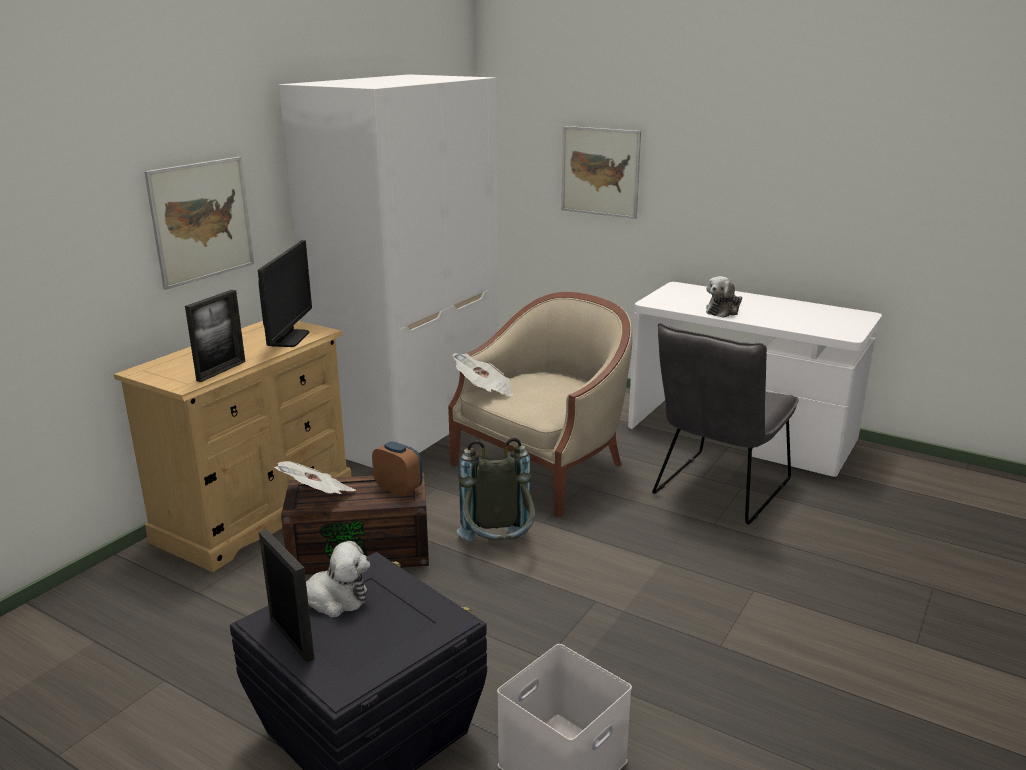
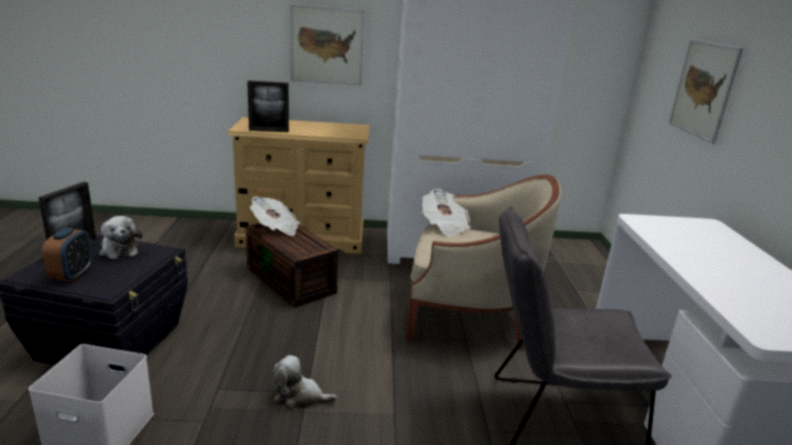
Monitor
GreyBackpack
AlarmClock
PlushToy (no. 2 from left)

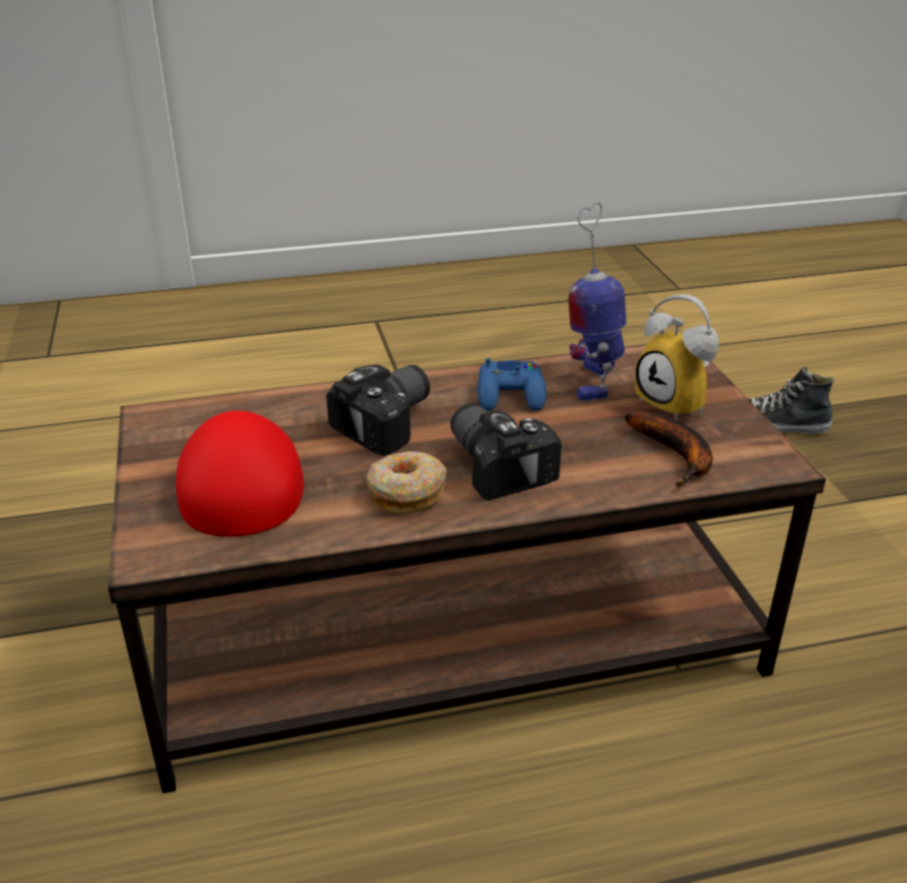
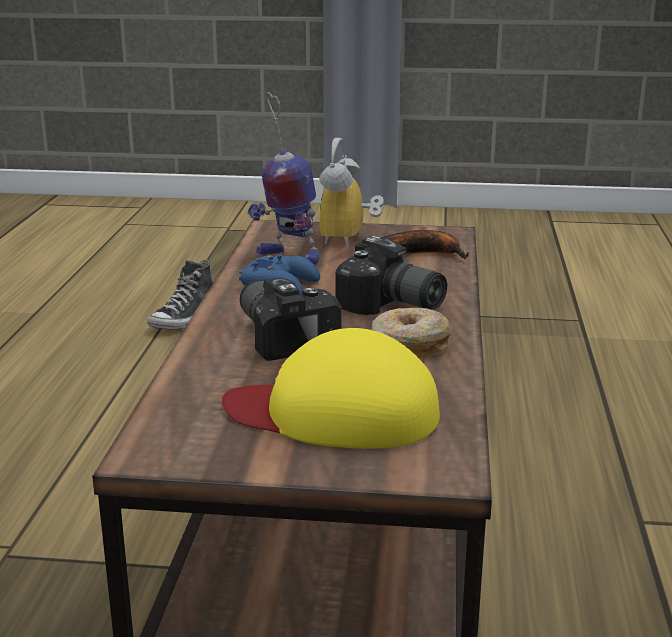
YellowishPeakedCap
PhotoCamera (no. 2 from left)
AlarmClock

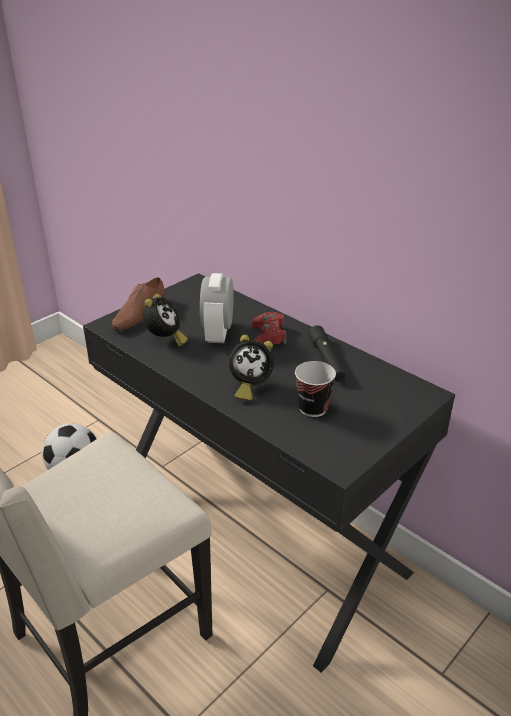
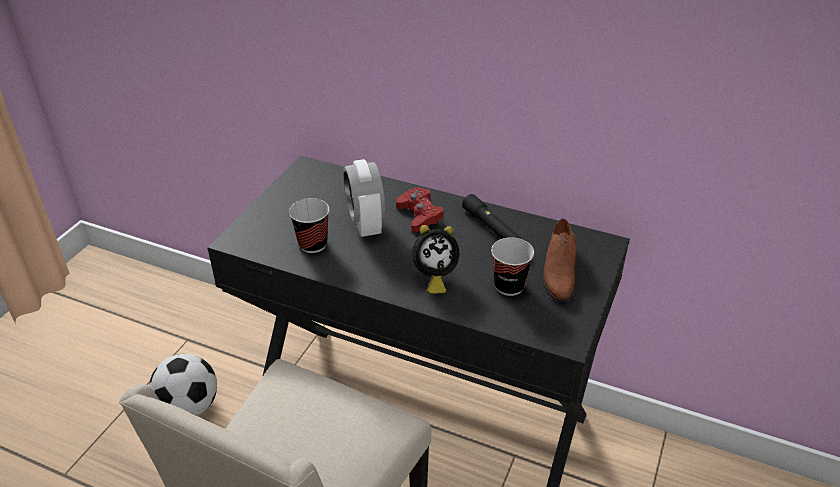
BrownishItemOfFootwear
SmallCup (no. 1 from left)

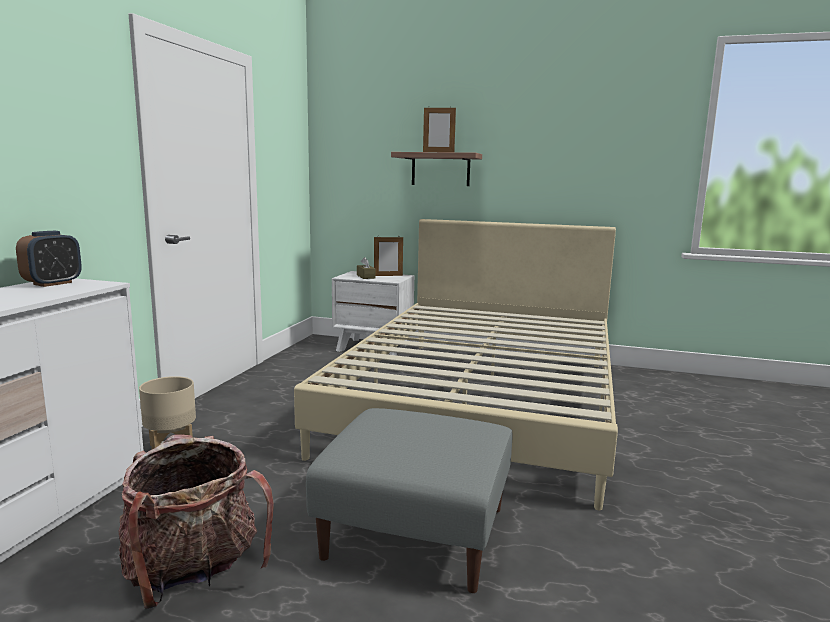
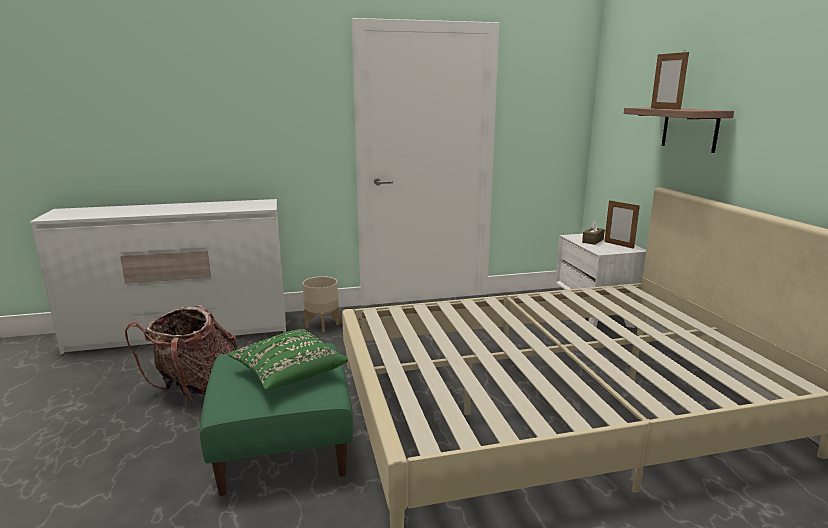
AlarmClock
GreenPillow
GreenOttoman

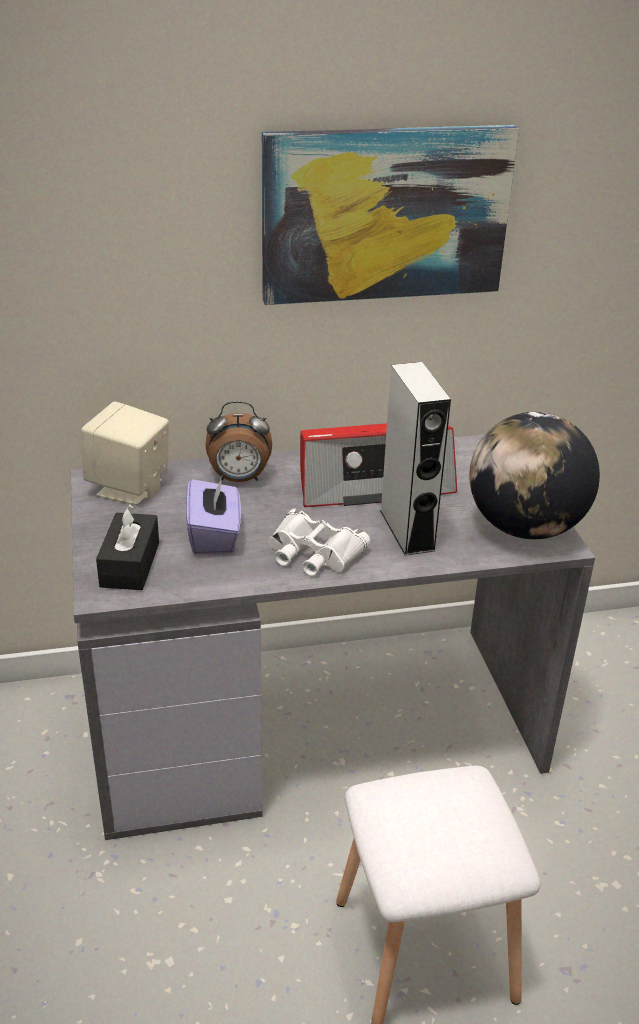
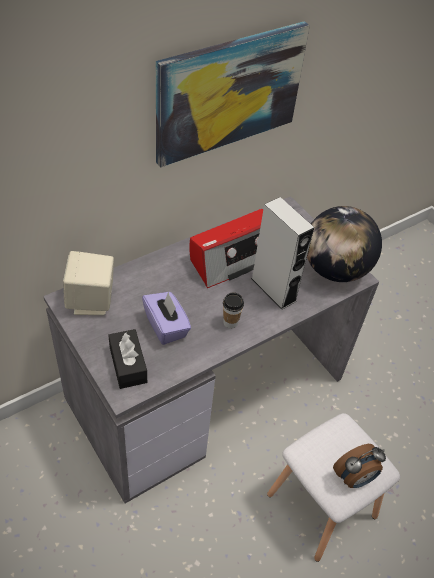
AlarmClock
SmallCup

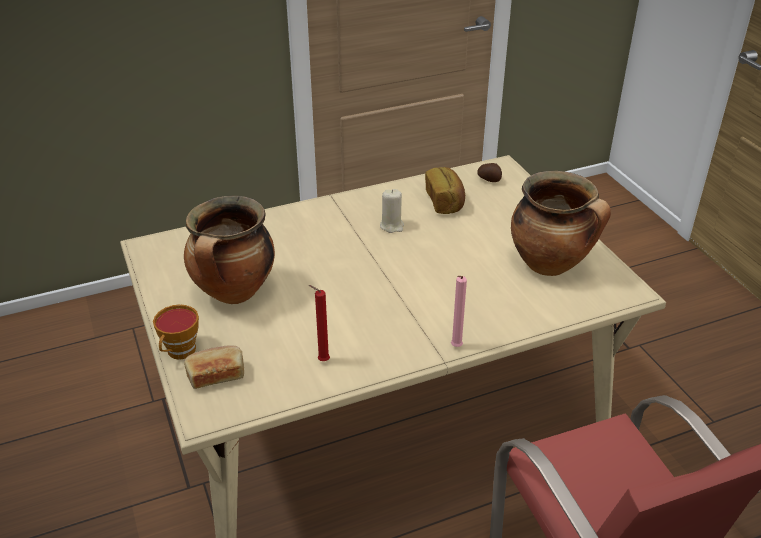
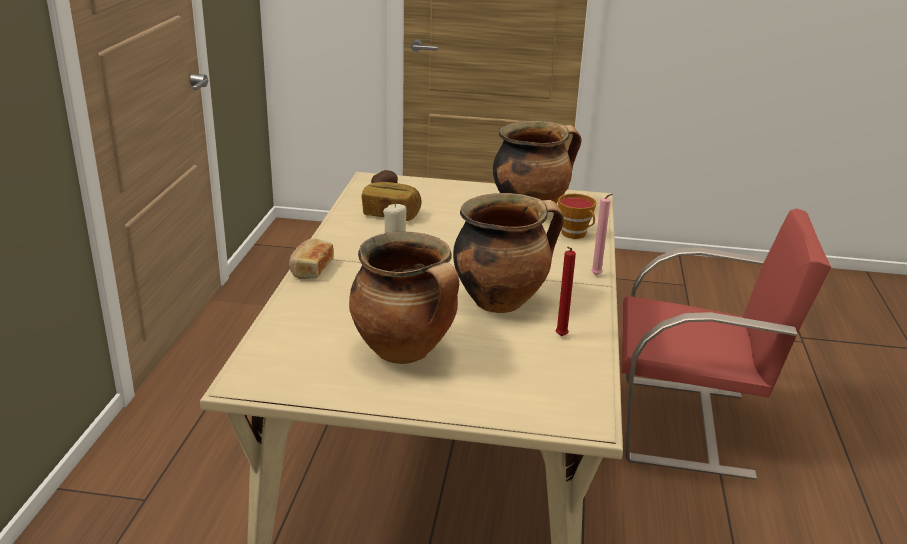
Saucepot (no. 2 from left)
SmallCup
Bread (no. 1 from left)

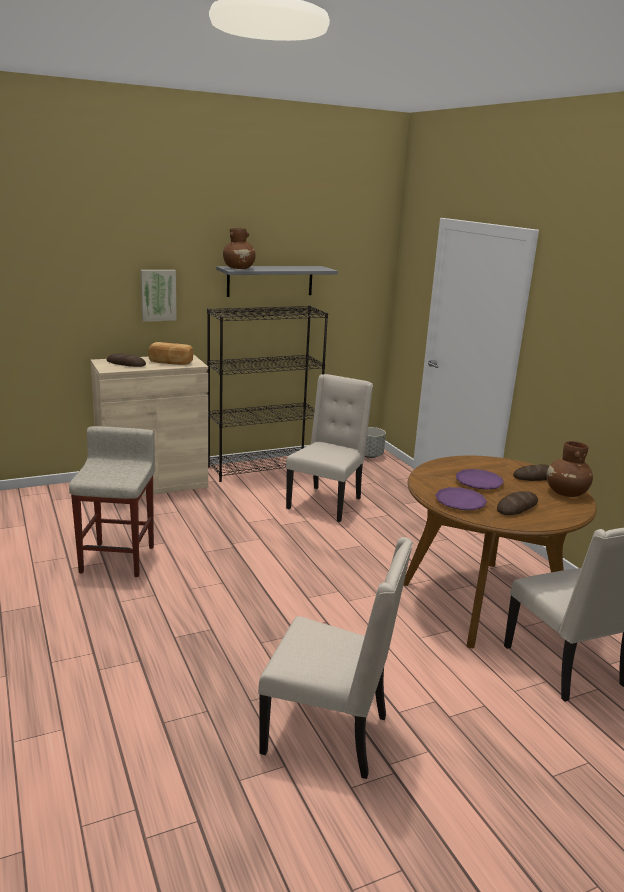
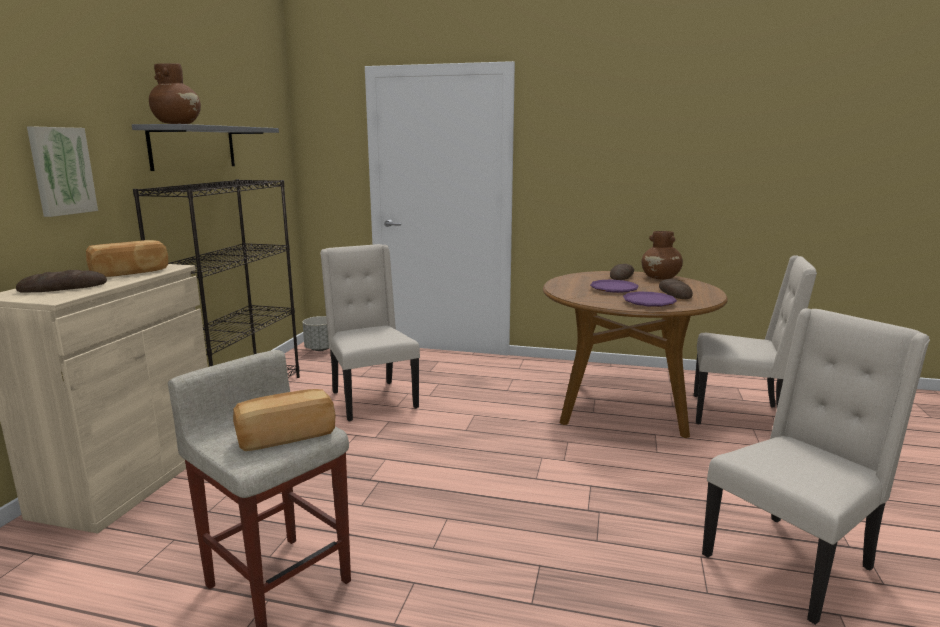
Bread (no. 3 from left)

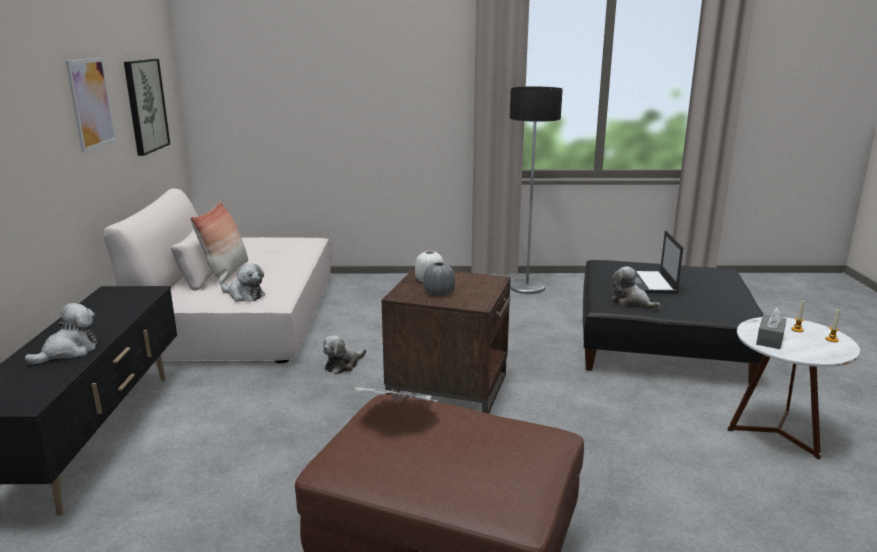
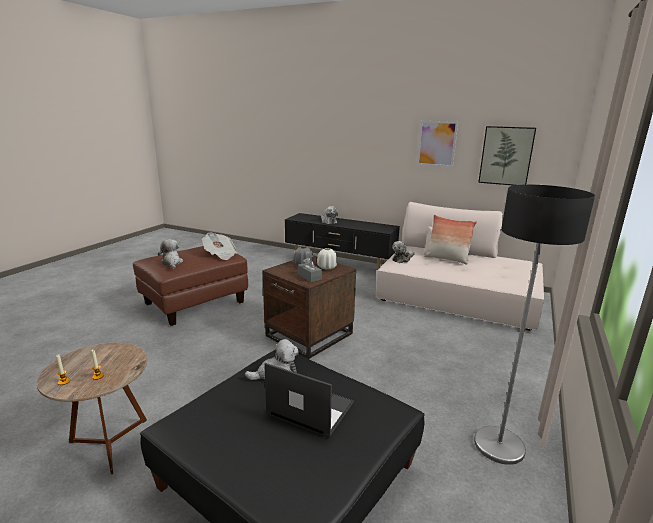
PlushToy (no. 1 from left)
GreyTissueHolder
BrownishSideTable (no. 1 from left)

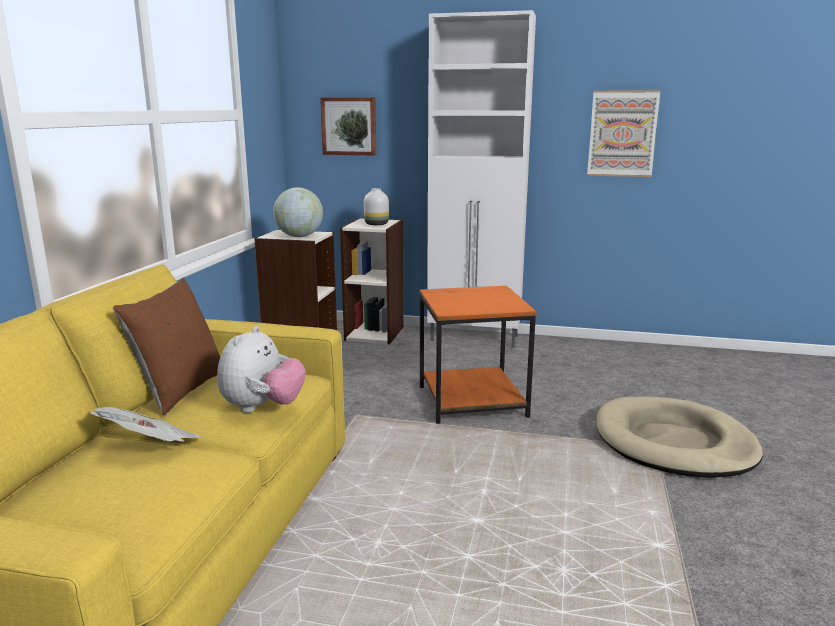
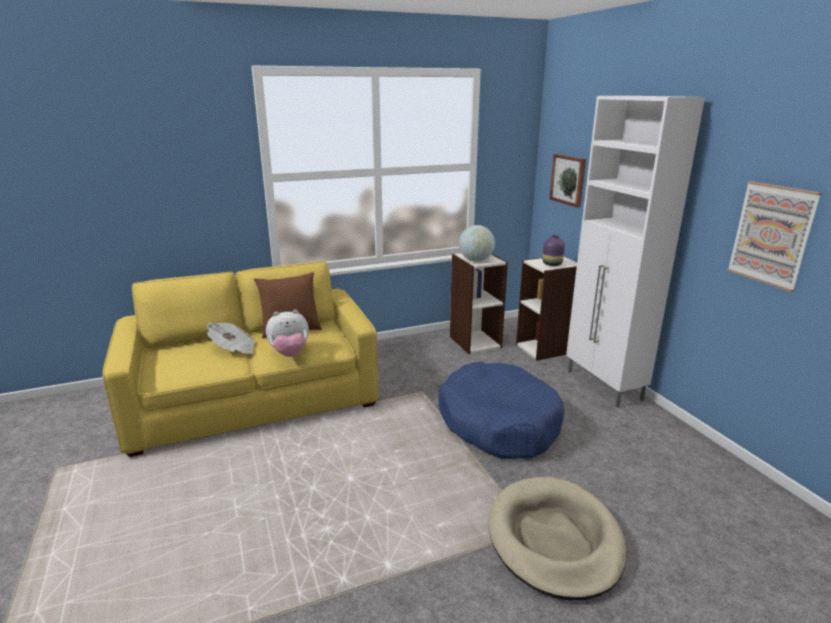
BluePetBed
PurpleFlowerVase

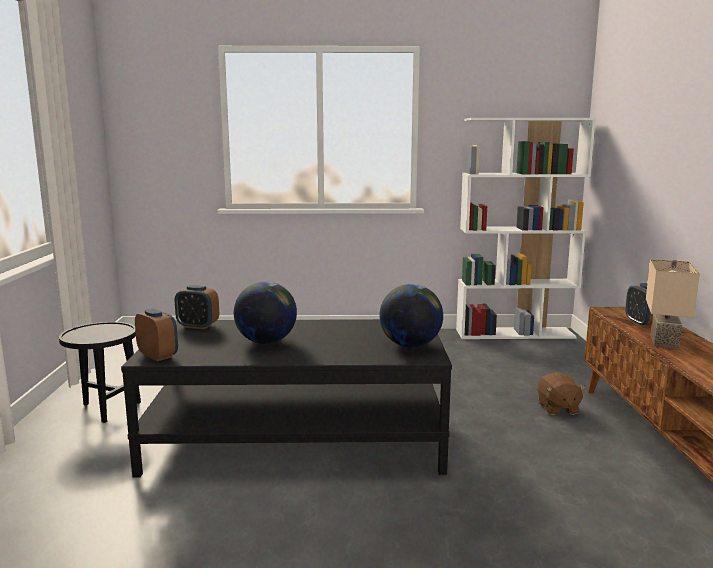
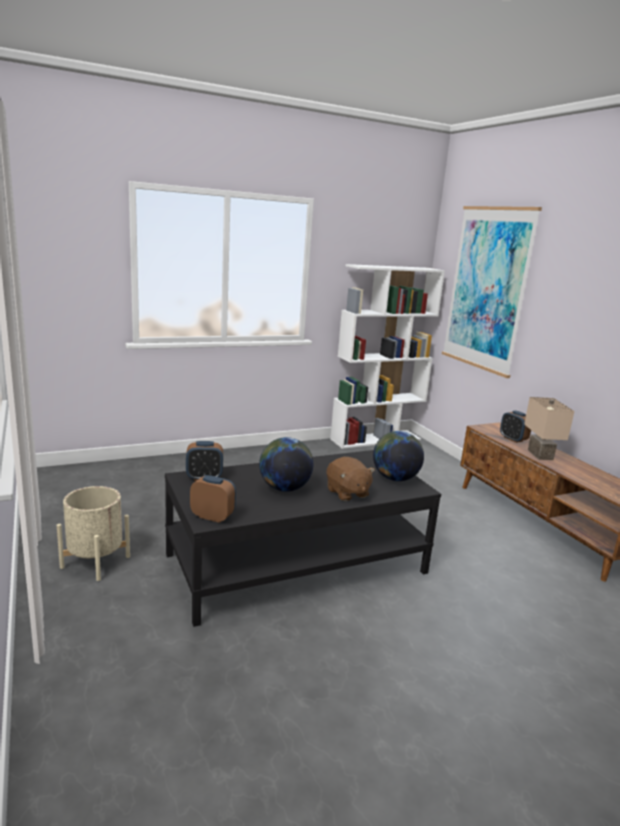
WallPicture
BrownishPlushToy
SandColouredPlantPot

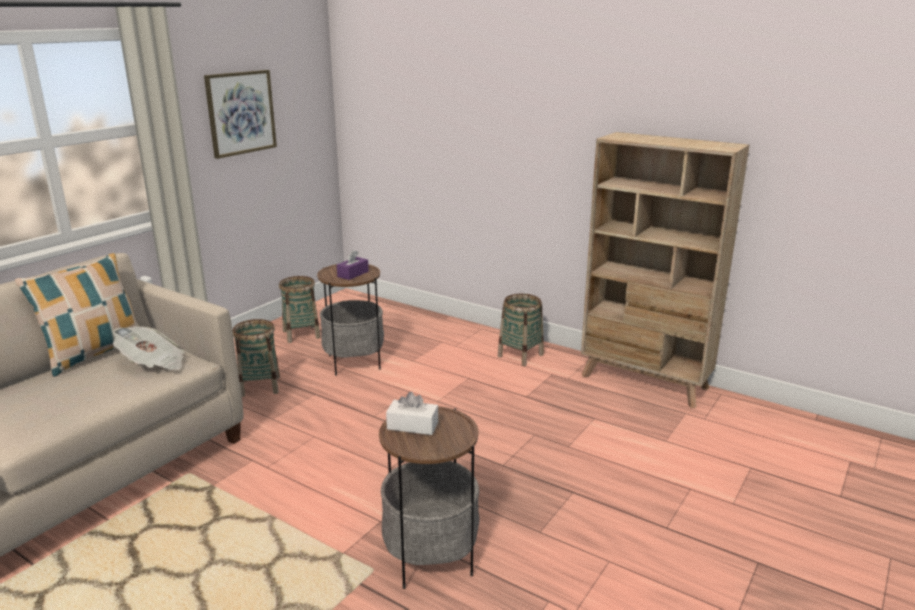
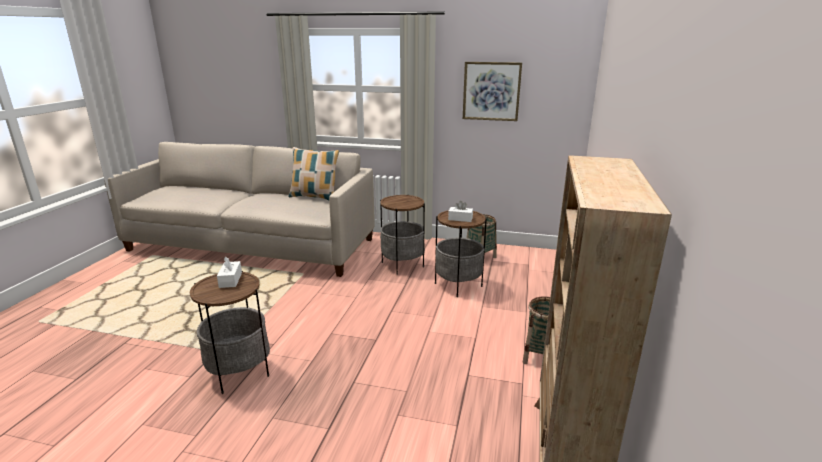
Newspaper
SideTable (no. 2 from left)
WhiteTissueHolder (no. 2 from left)

